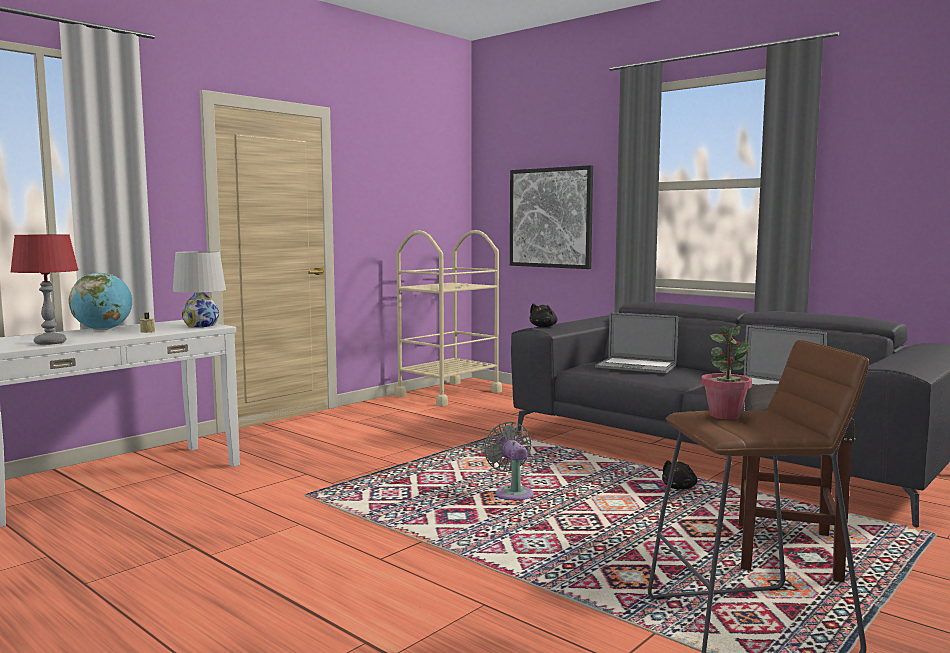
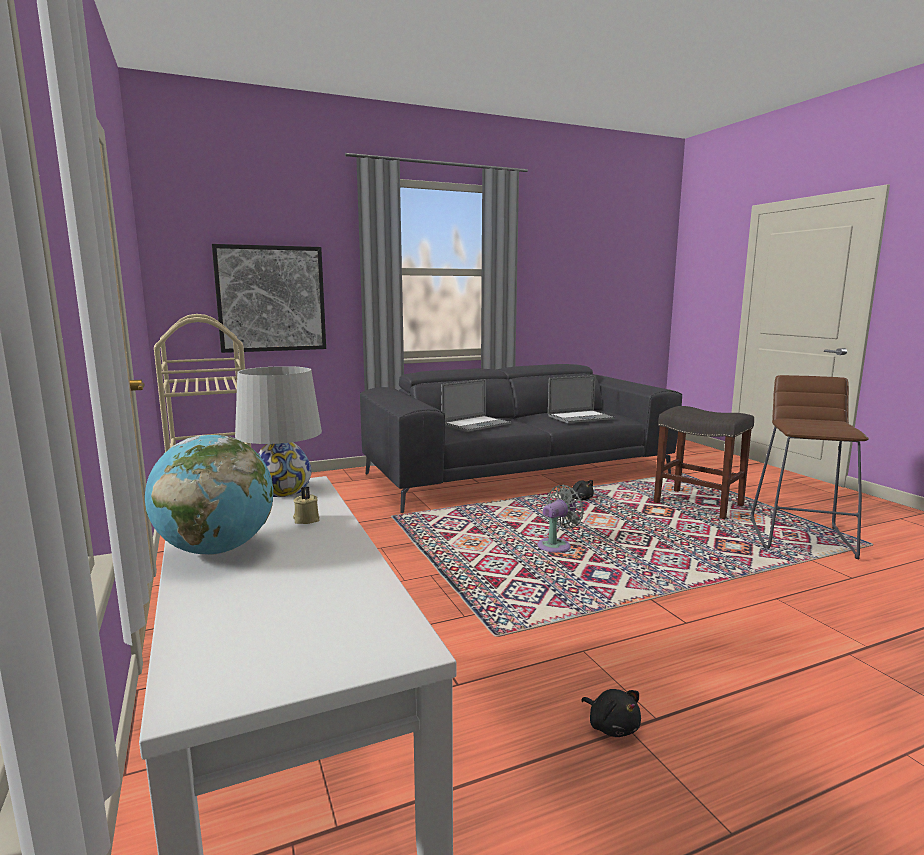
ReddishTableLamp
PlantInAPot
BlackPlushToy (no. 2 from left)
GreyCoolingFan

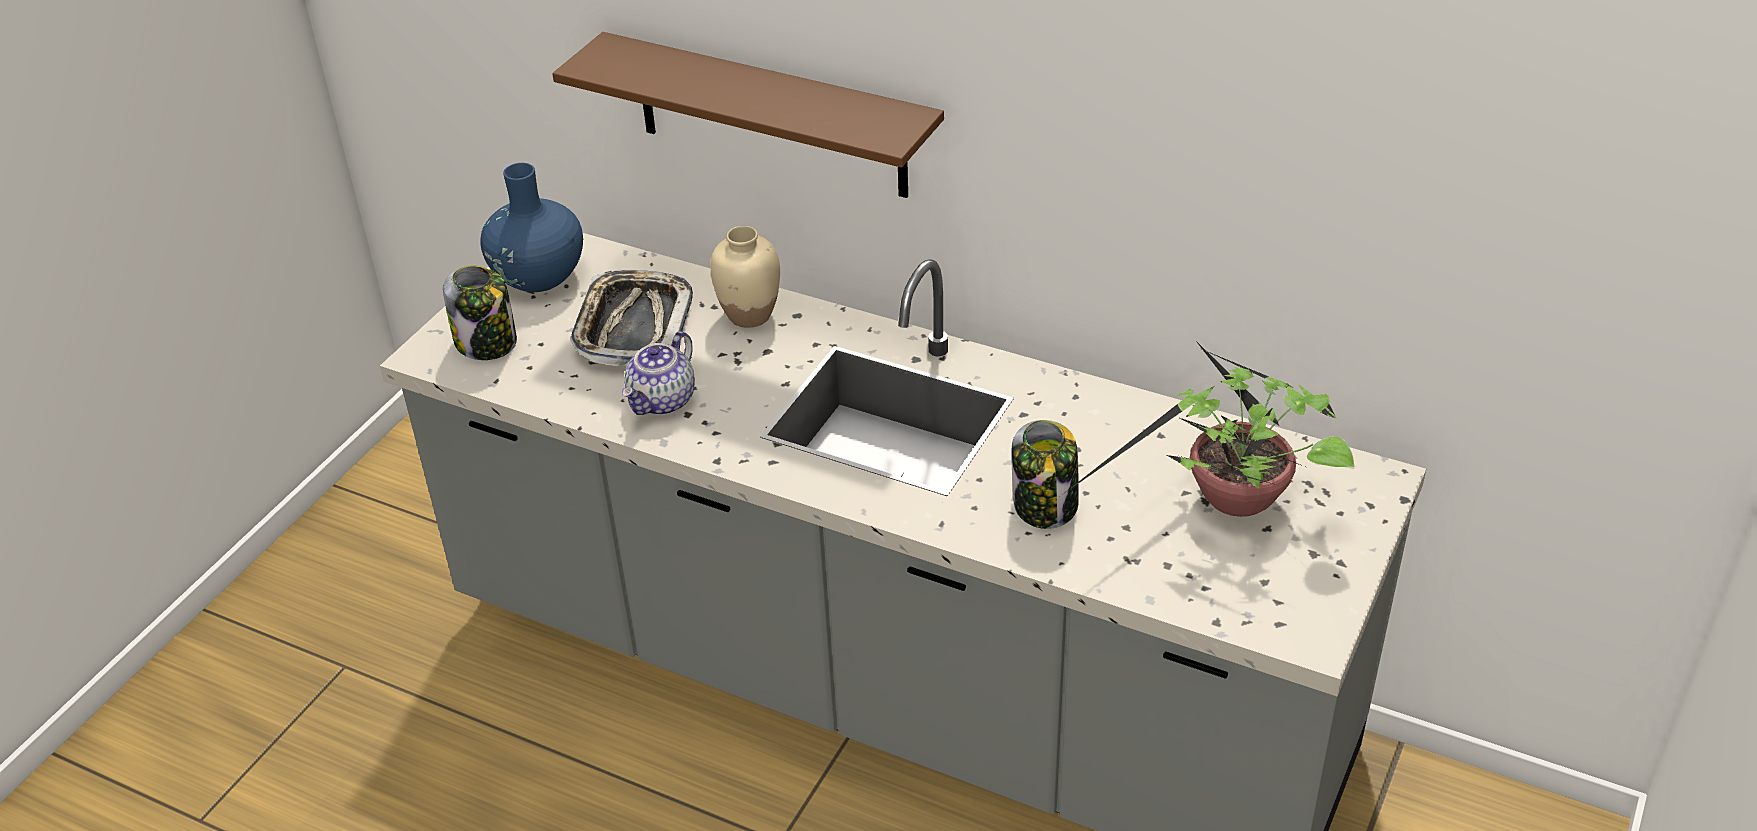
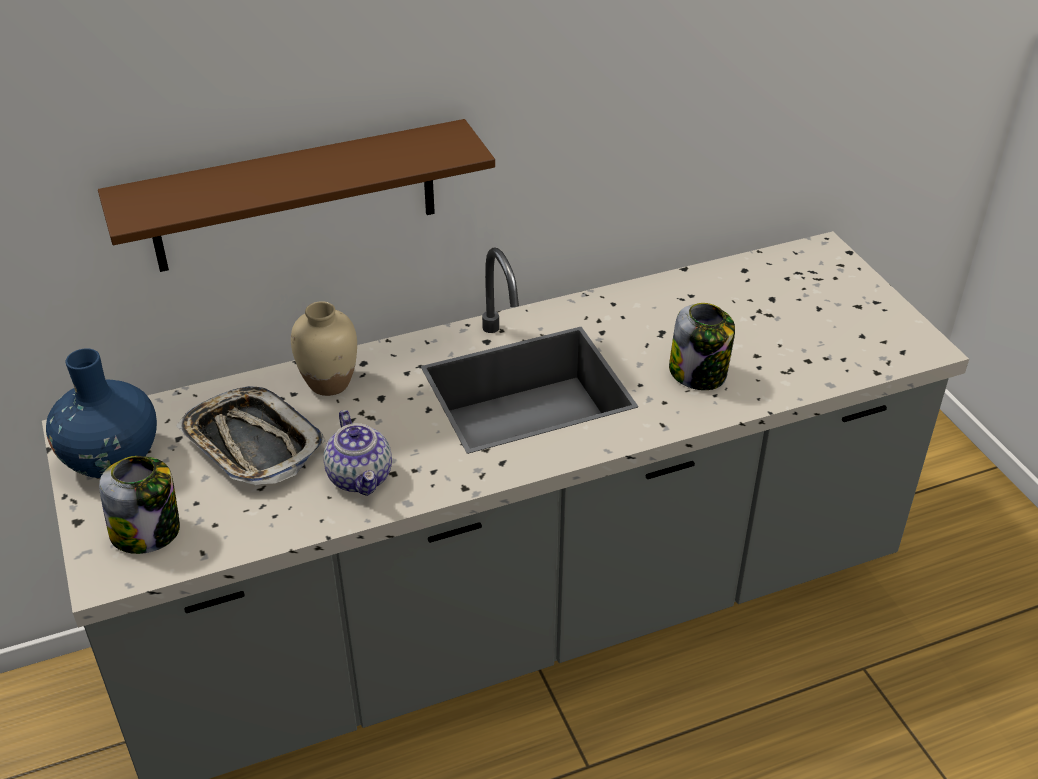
PlantInAPot

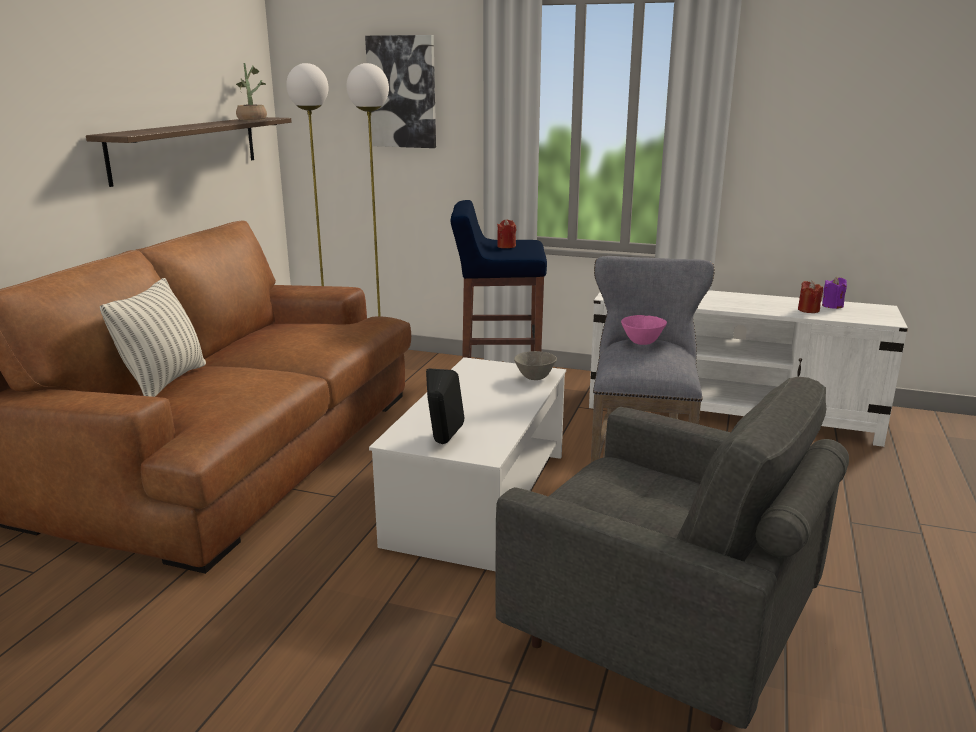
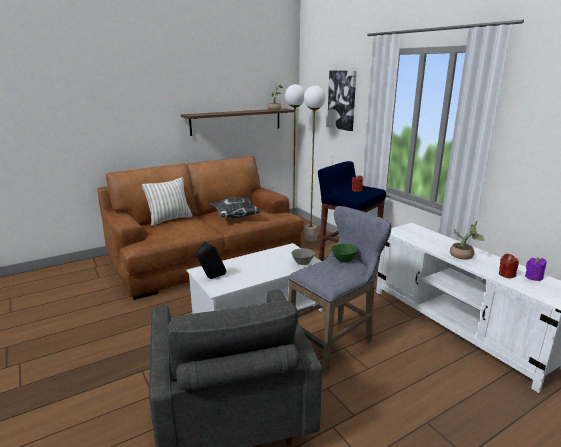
Pillow (no. 2 from left)
PlantInAPot (no. 2 from left)
GreenBowl

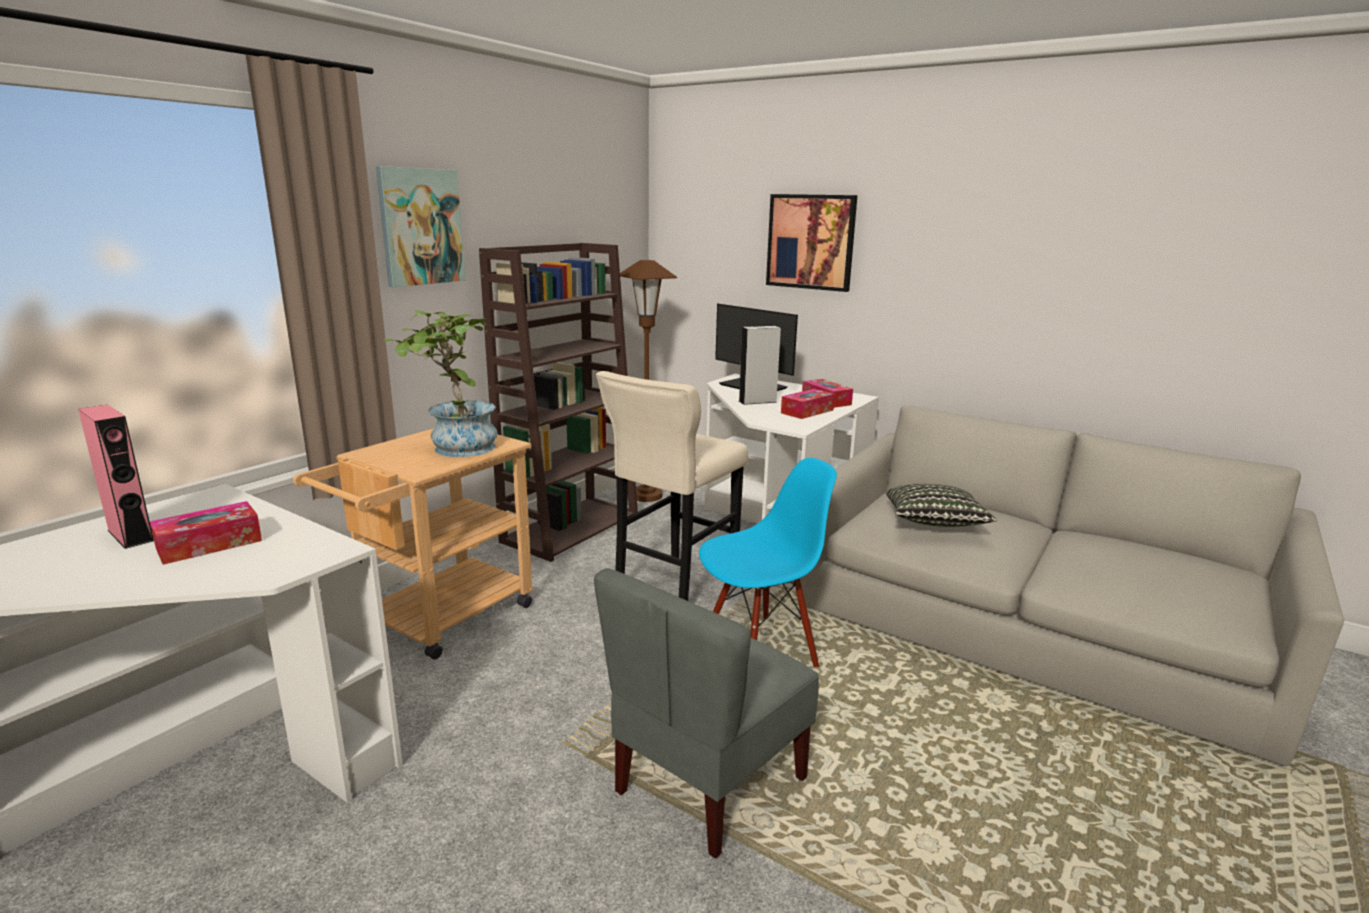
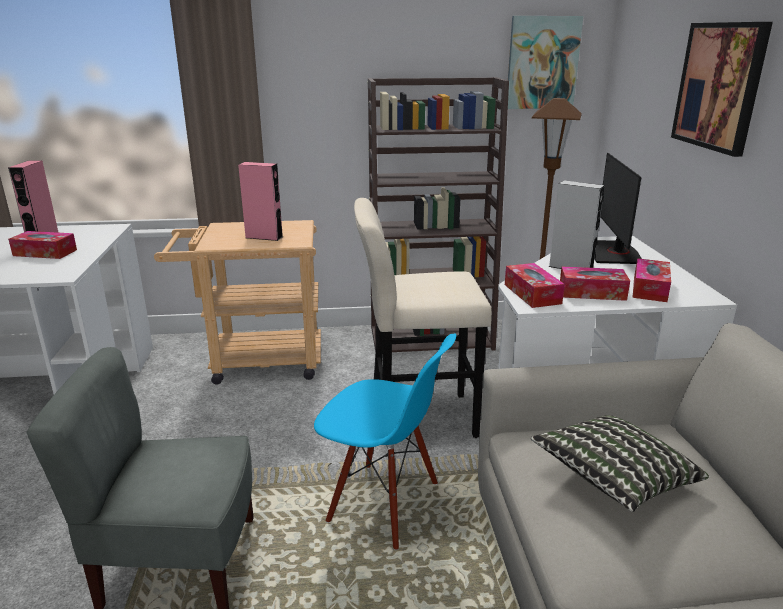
TissueHolder (no. 2 from left)
WallPicture (no. 1 from left)
PinkSpeaker (no. 2 from left)

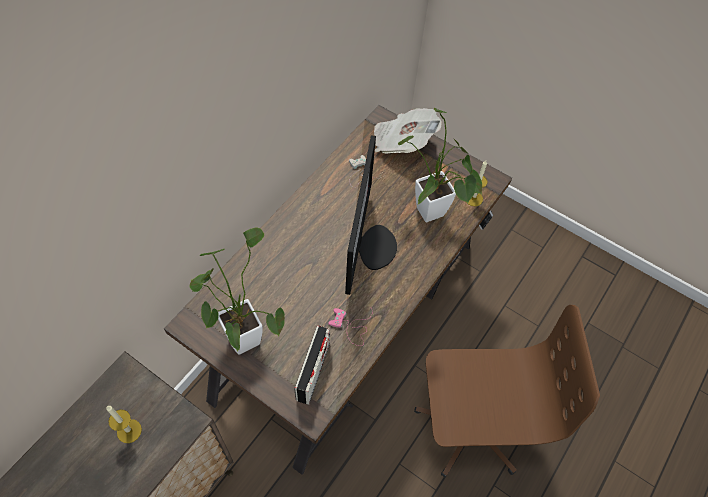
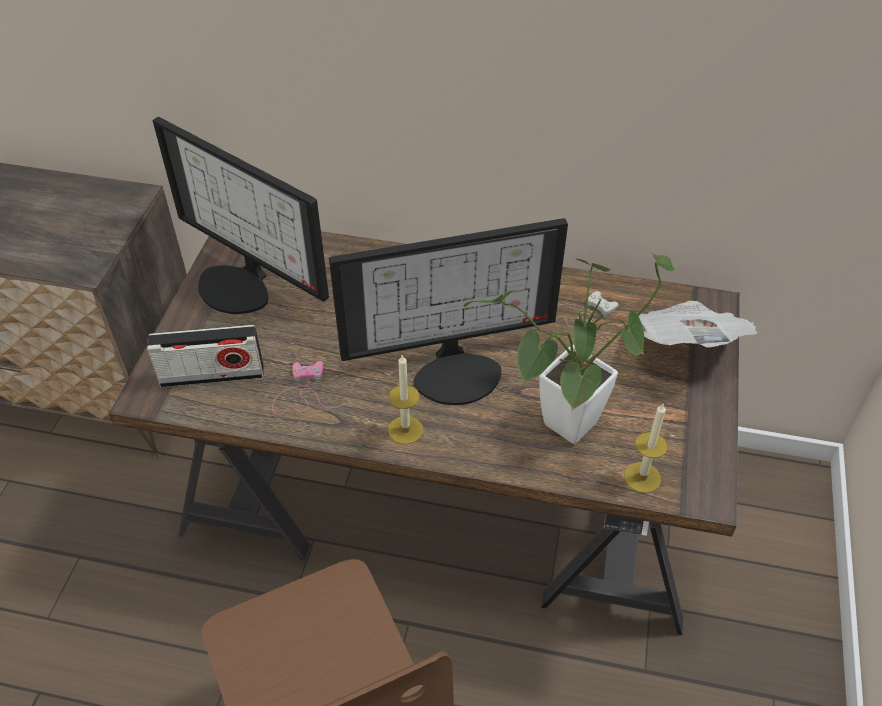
WaxCandle (no. 1 from left)
Monitor (no. 1 from left)

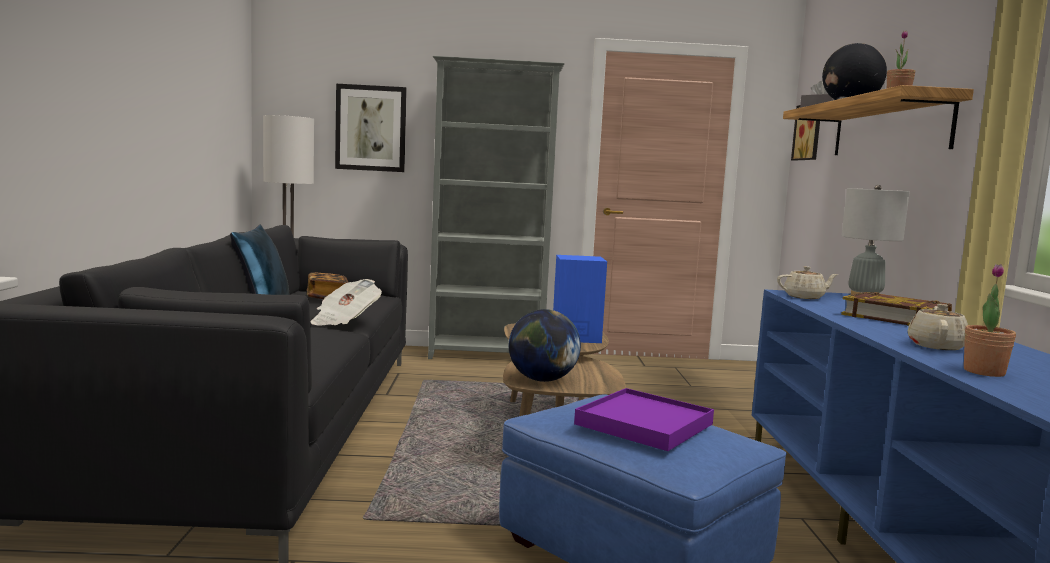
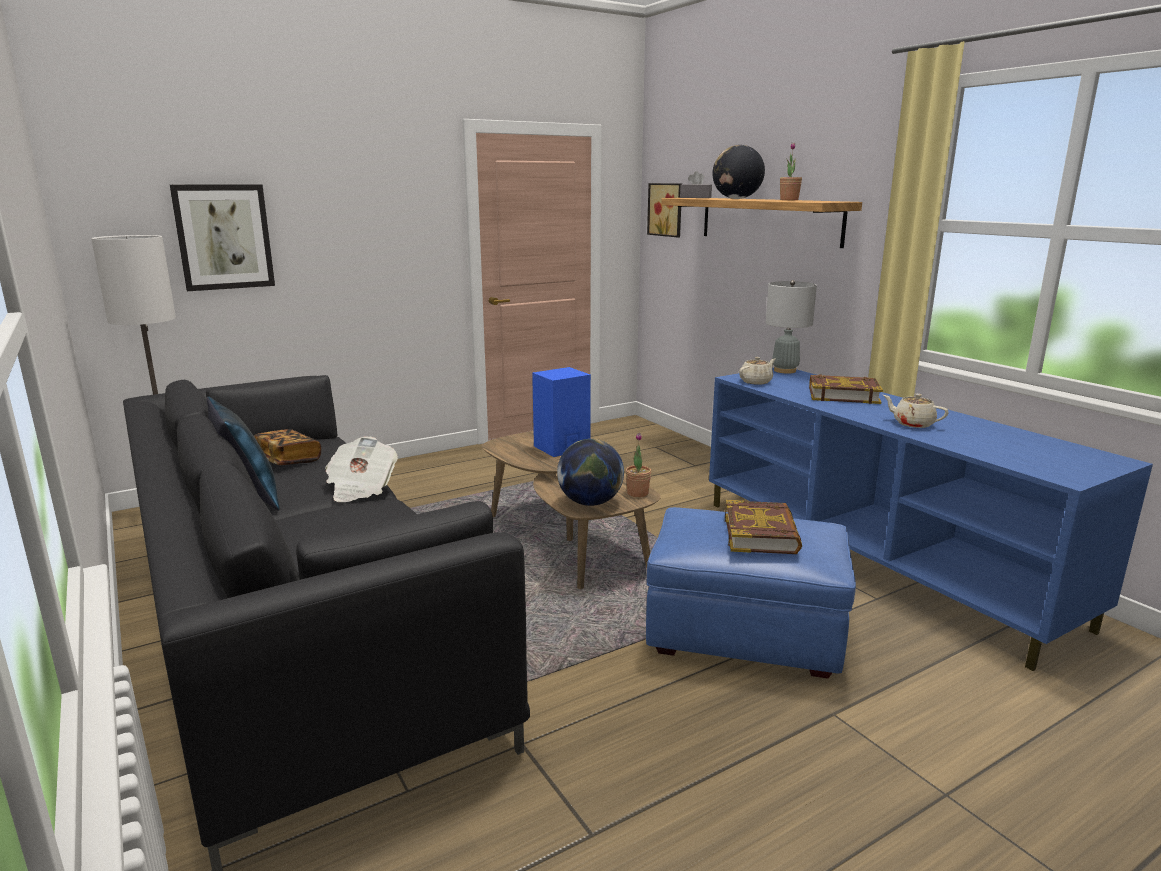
GreyShelvingUnit
PlantInAPot (no. 1 from left)
Book (no. 2 from left)
SandColouredTeaPot (no. 2 from left)

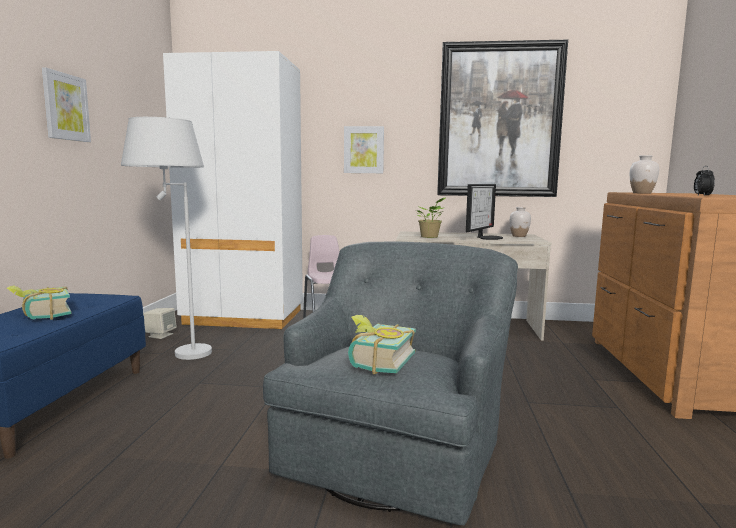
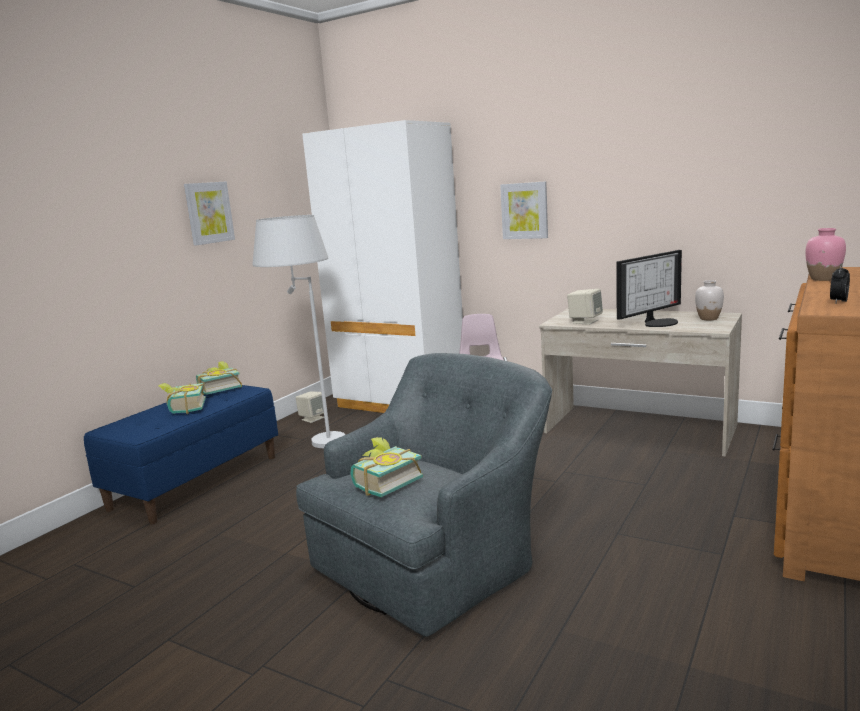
WallPicture (no. 3 from left in the first image)
Book (no. 2 from left)
SandColouredSpeaker (no. 2 from left)
PinkFlowerVase

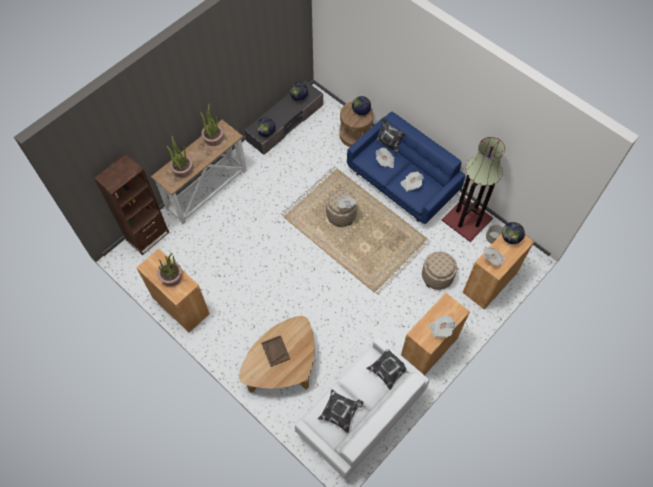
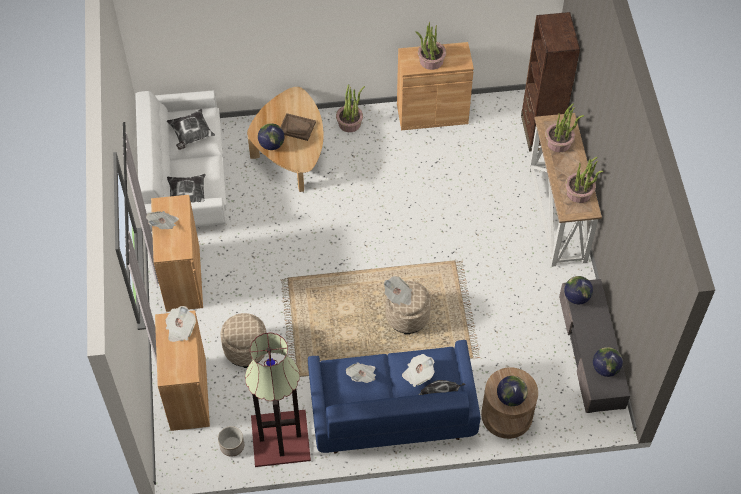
PlantInAPot (no. 1 from left)
WorldGlobe (no. 1 from left)

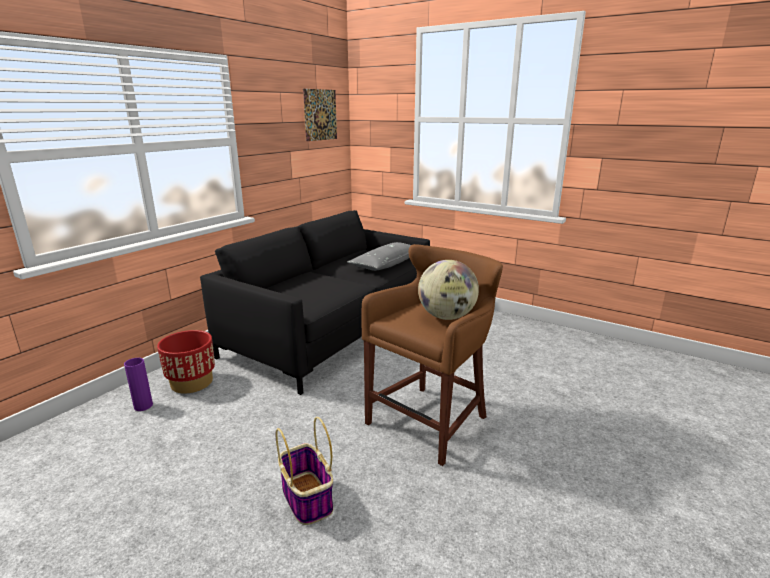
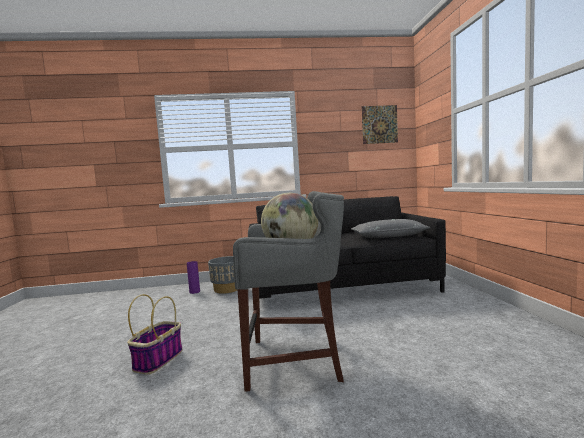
GreyPlantPot
GreyStoolSeat

